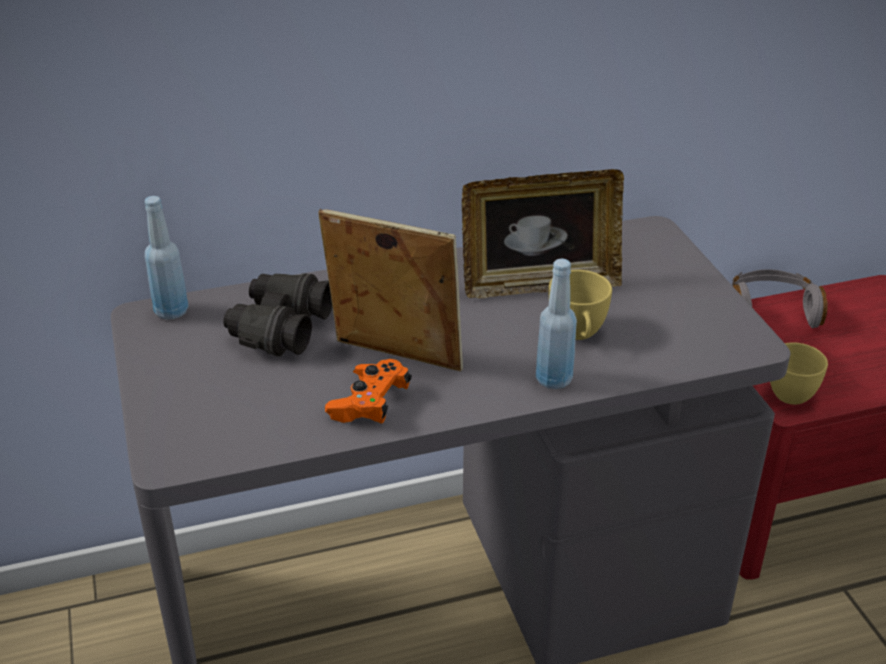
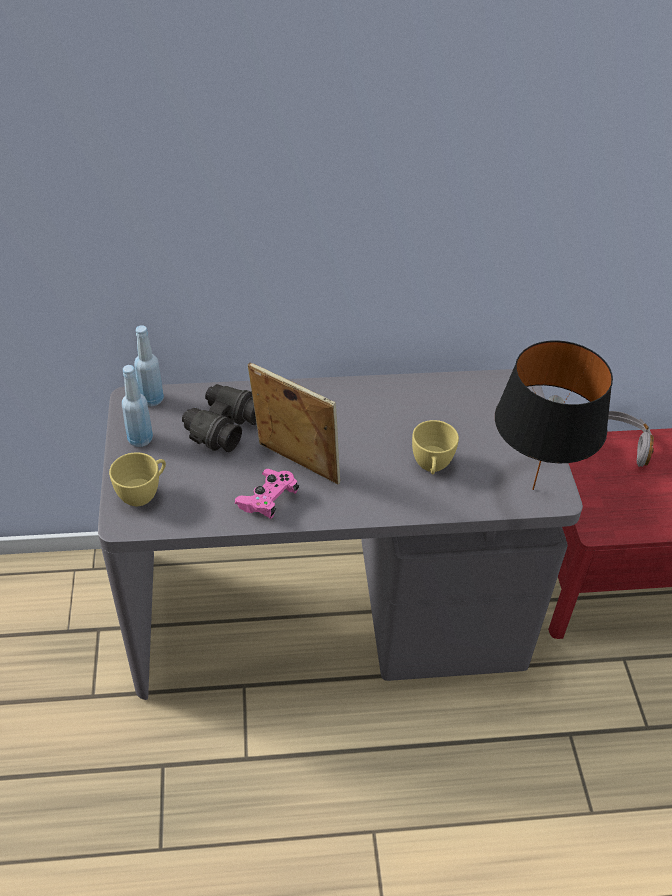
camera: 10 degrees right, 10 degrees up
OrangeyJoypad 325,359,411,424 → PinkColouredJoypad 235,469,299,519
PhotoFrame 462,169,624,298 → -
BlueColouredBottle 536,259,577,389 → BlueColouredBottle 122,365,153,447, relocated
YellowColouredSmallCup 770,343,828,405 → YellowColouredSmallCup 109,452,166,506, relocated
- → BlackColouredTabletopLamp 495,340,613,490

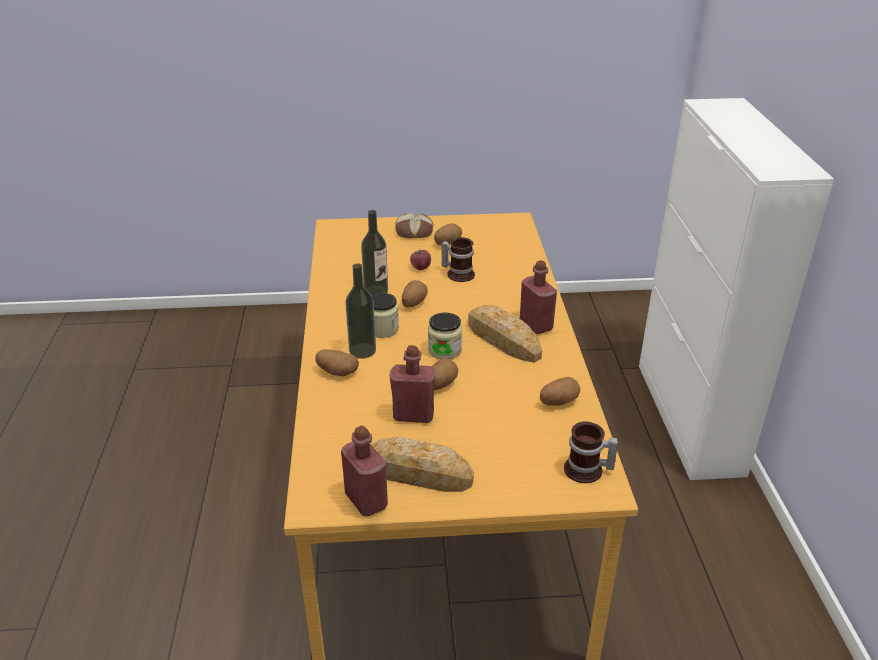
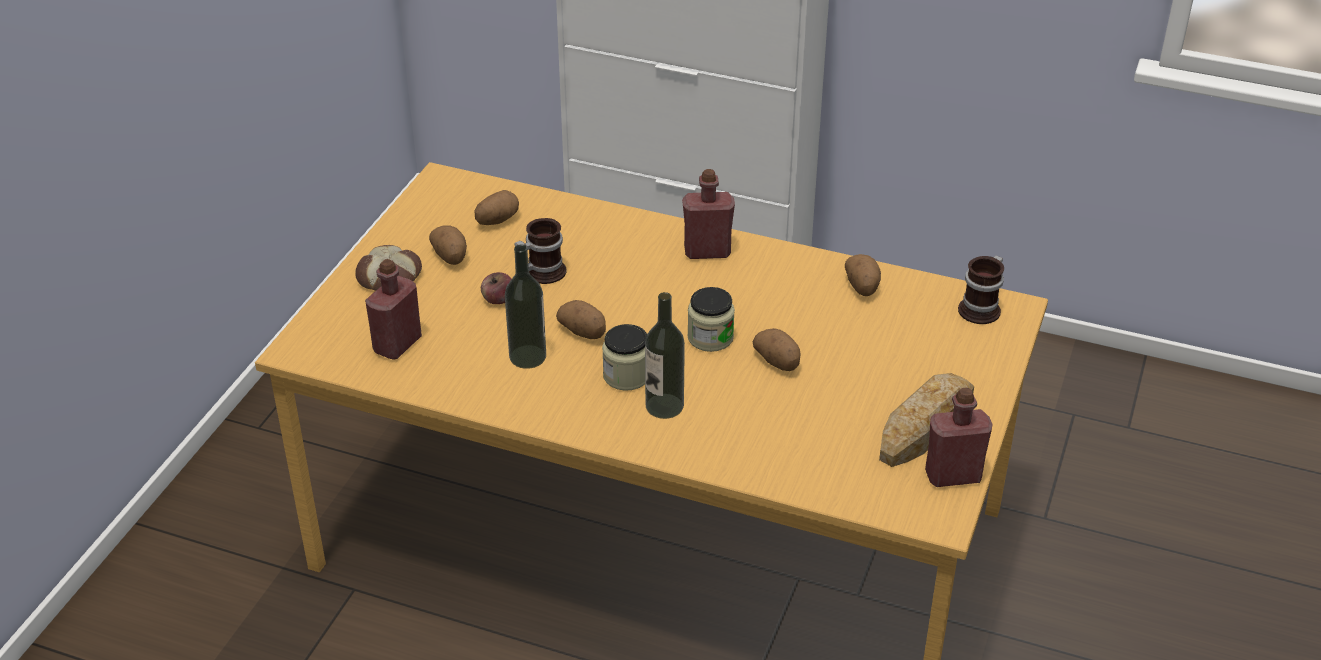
camera: 65 degrees left, 5 degrees up
Spud 316,349,359,376 → Spud 475,190,519,225, relocated
RedColouredBottle 389,345,436,423 → RedColouredBottle 365,259,422,359, relocated
BakedBread 468,305,542,363 → -

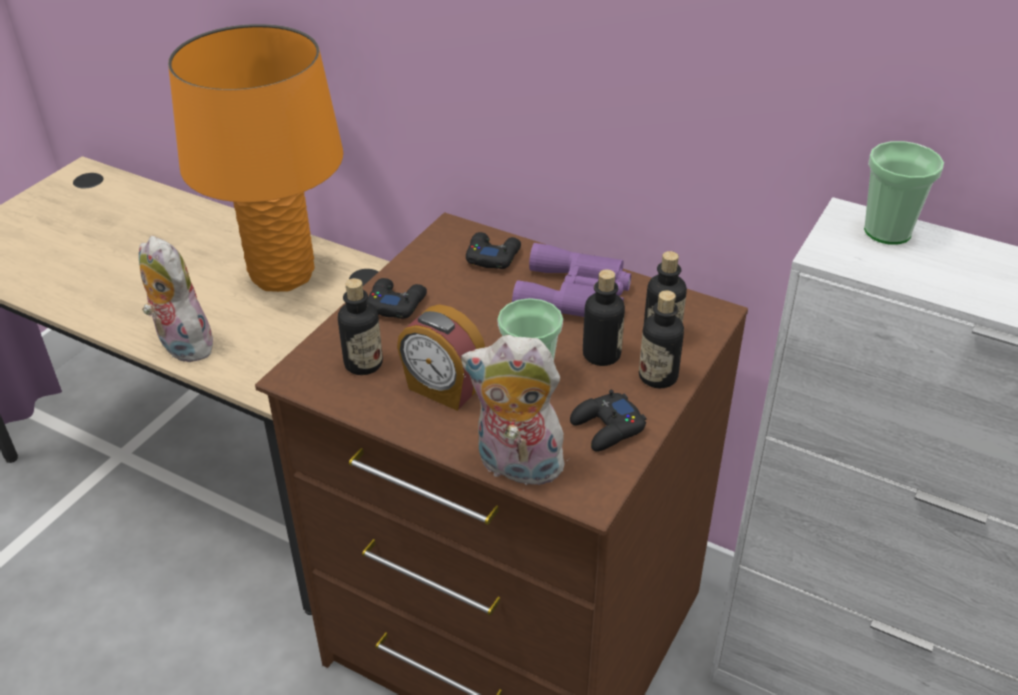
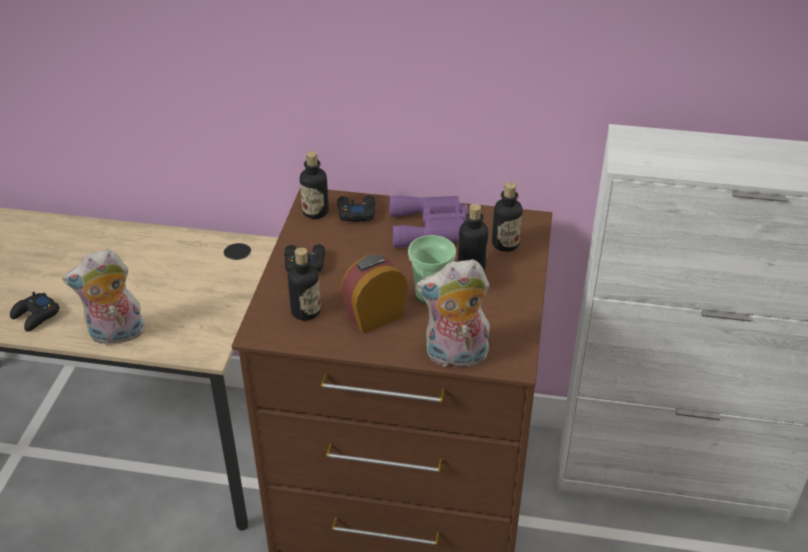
camera: 20 degrees left, 0 degrees up
SoftToy 139,236,218,362 → SoftToy 63,249,145,345, 45 degrees counterclockwise
OrangeyTabletopLamp 168,24,343,292 → -
BedsideClock 397,304,485,411 → BedsideClock 341,254,408,334, 135 degrees clockwise
BlackColouredJoypad 570,390,646,452 → BlackColouredJoypad 10,292,60,332, relocated
Bottle 639,290,684,388 → Bottle 300,151,329,219, relocated
SmallCup 864,141,944,245 → -

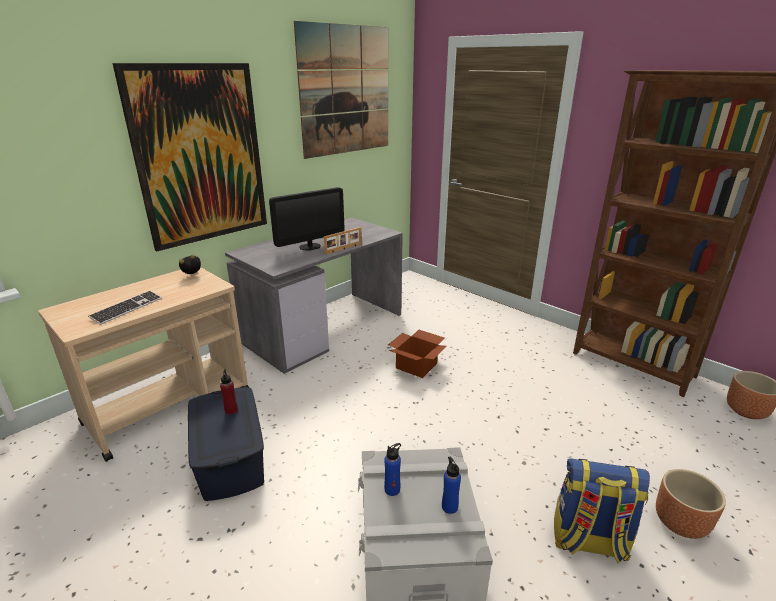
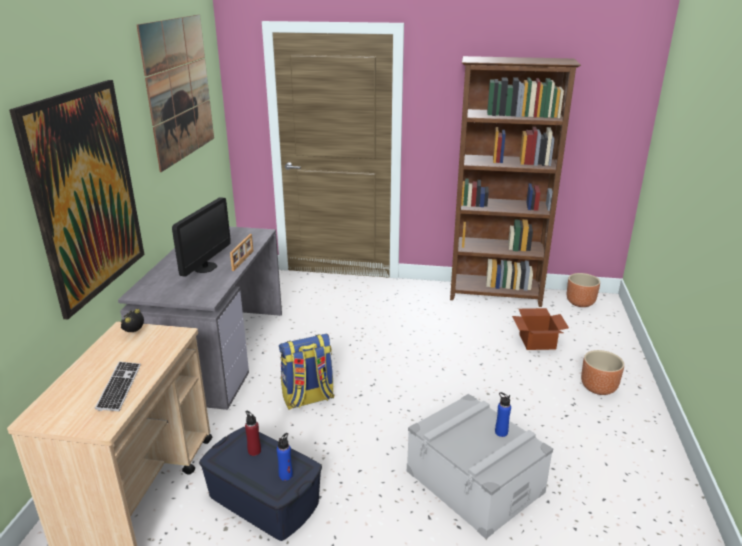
camera: 35 degrees left, 0 degrees up
BlueColouredBottle 384,443,401,496 → BlueColouredBottle 277,433,293,481, relocated
PackingBox 388,330,447,378 → PackingBox 512,308,569,350, relocated
Backpack 554,458,650,563 → Backpack 279,334,334,410, relocated

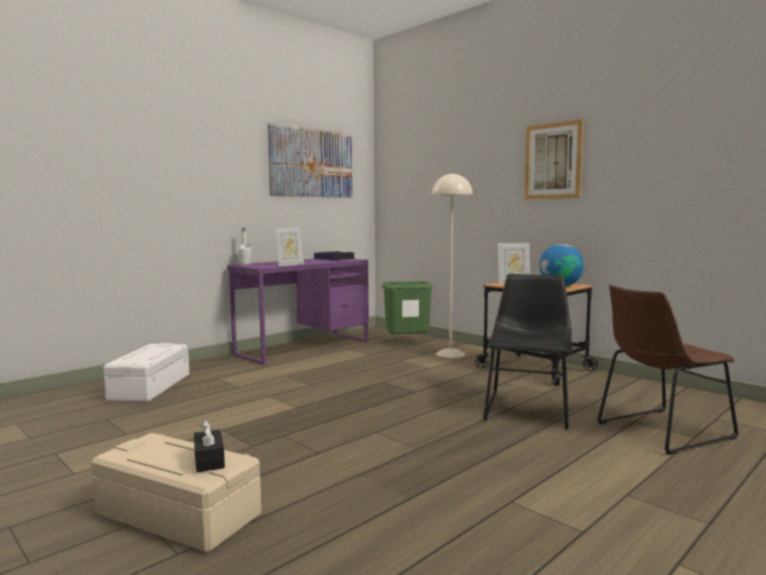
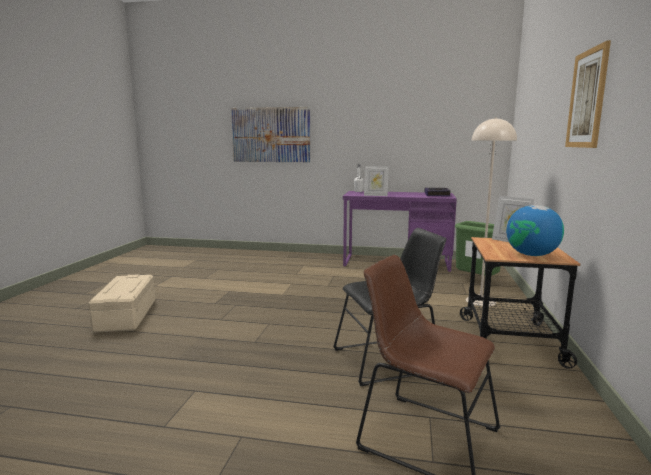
camera: 55 degrees right, 5 degrees up
WhitishStorageBox 103,343,189,402 → -
BlackColouredBoxOfTissues 194,420,225,472 → -
WallPicture 268,123,352,198 → WallPicture 231,107,310,162, relocated

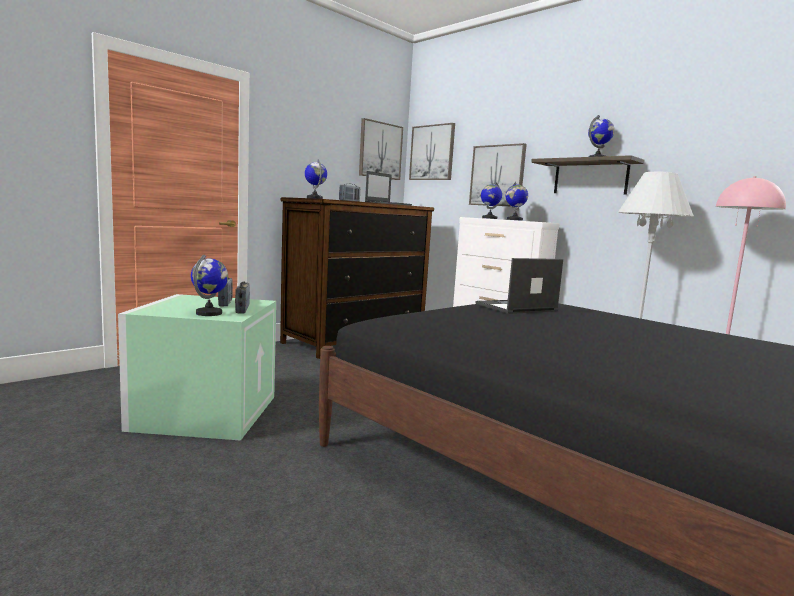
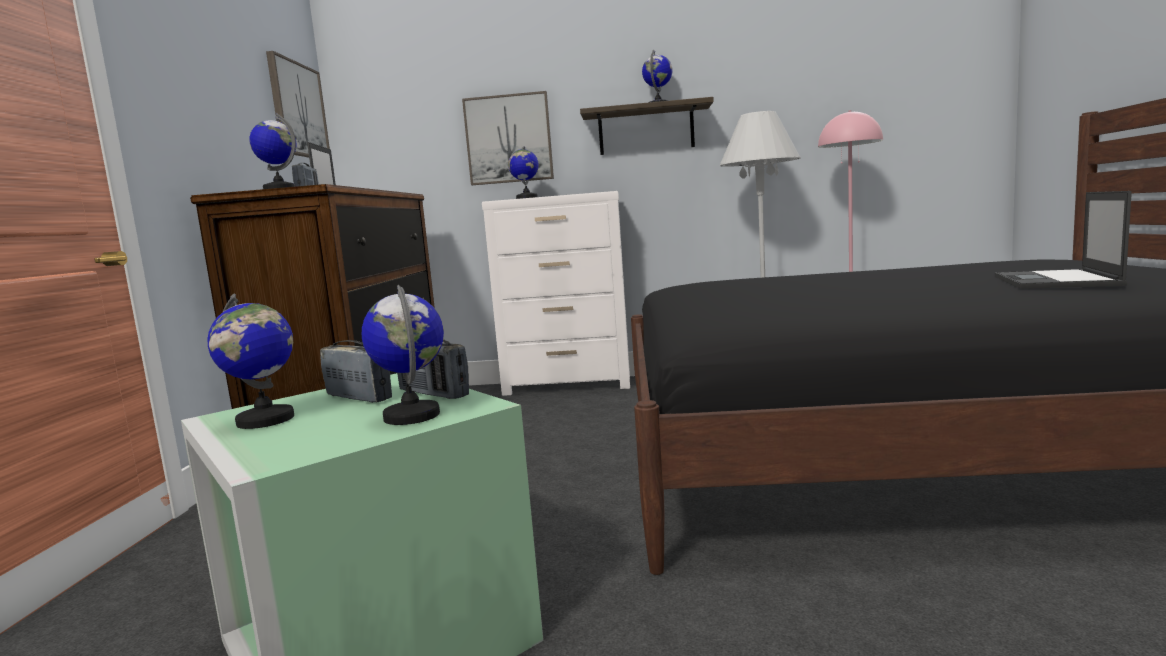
camera: 40 degrees left, 0 degrees up
WallPicture 409,123,455,180 → -
Laptop 475,258,563,314 → Laptop 995,191,1132,289, relocated
Globe 506,182,528,221 → Globe 207,293,294,429, relocated

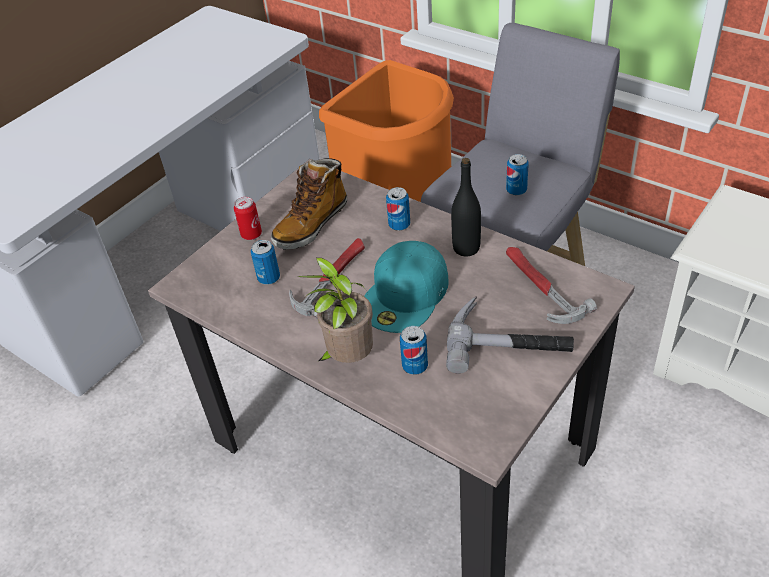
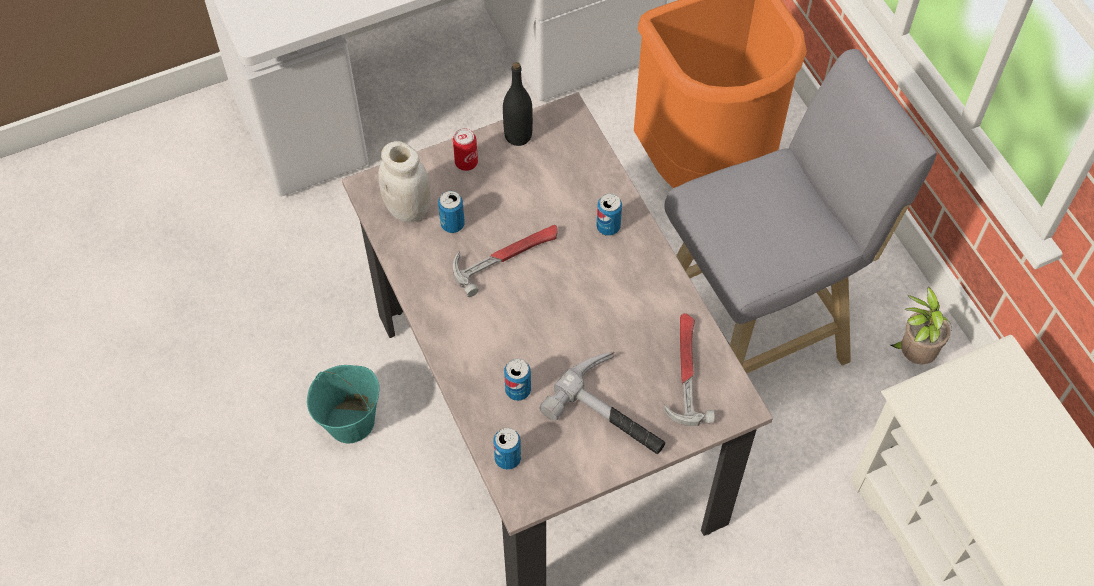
camera: 25 degrees right, 15 degrees up
HighTopBoot 271,158,347,250 → -
Houseplant 297,257,373,363 → Houseplant 891,287,952,364, relocated
TurquoiseColouredCap 364,241,448,333 → -
BlackColouredBottle 451,158,481,257 → BlackColouredBottle 503,62,533,146, relocated
SealedCan 506,154,529,196 → SealedCan 493,428,521,470, relocated
- → TurquoiseColouredBucket 307,365,379,443
- → WhitishPreserveJar 378,141,431,222

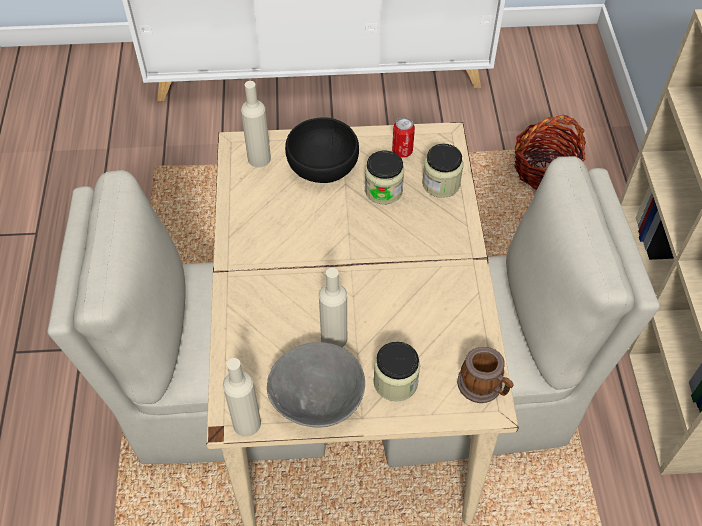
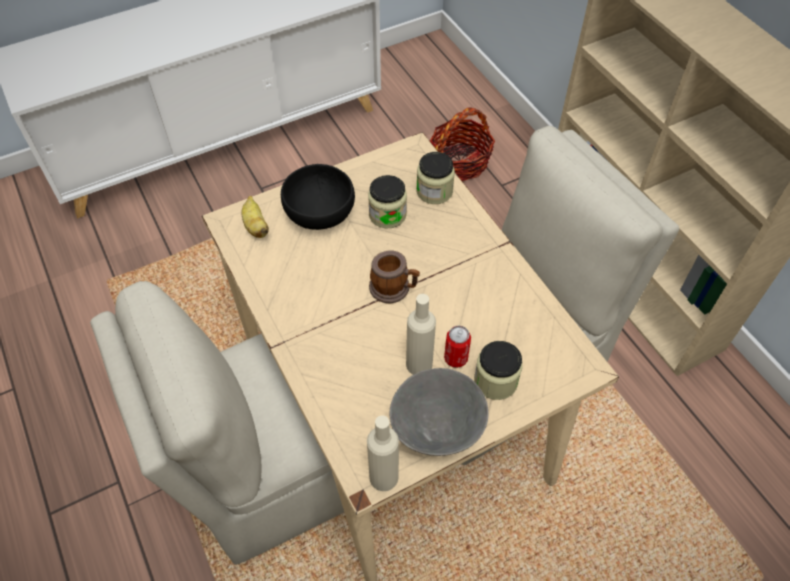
camera: 25 degrees left, 0 degrees up
SandColouredBottle 241,81,271,167 → Banana 241,196,269,238
SealedCan 392,117,415,158 → SealedCan 444,325,471,368, relocated
Mug 457,347,514,403 → Mug 369,250,420,303, relocated

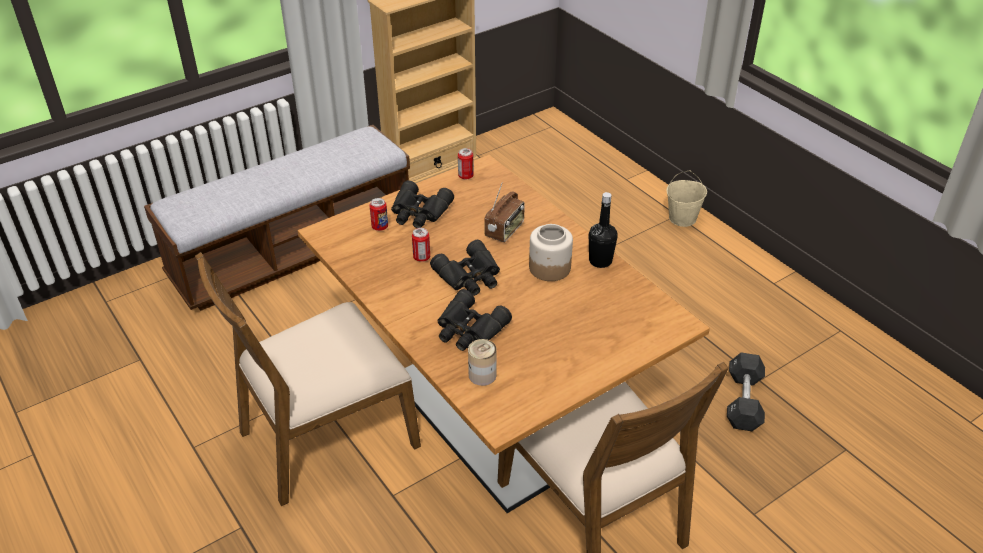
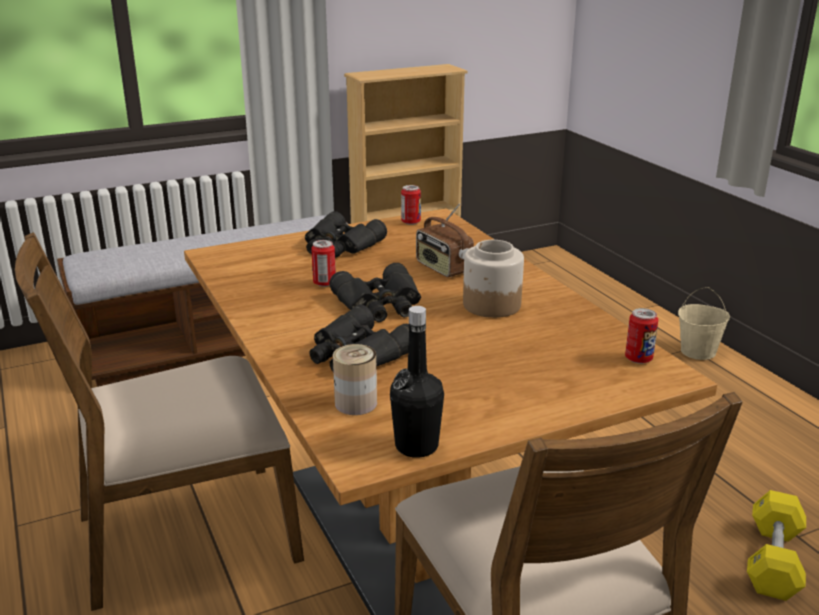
camera: 10 degrees right, 15 degrees down
SealedCan 369,198,388,231 → SealedCan 625,308,658,364, relocated
Radio 484,182,525,242 → Radio 416,203,474,277, 105 degrees clockwise
BlackColouredBottle 589,192,618,268 → BlackColouredBottle 390,306,444,458, relocated
BlackColouredDumbbell 727,352,765,431 → YellowColouredDumbbell 747,490,806,601

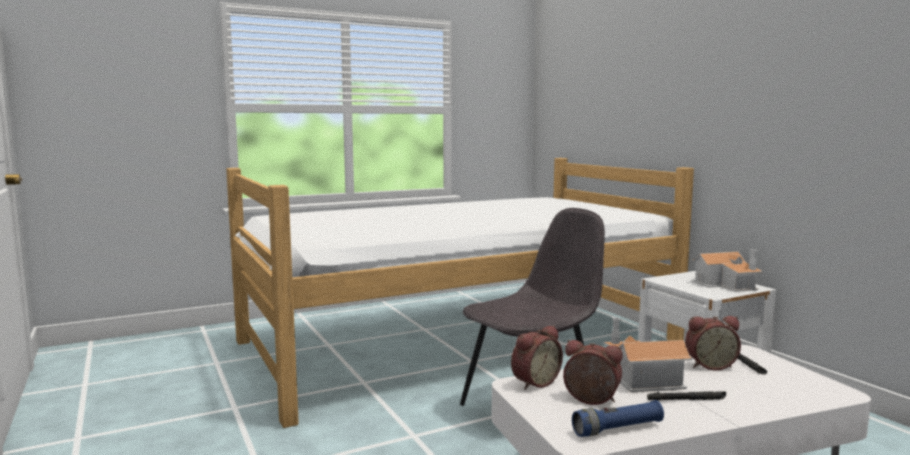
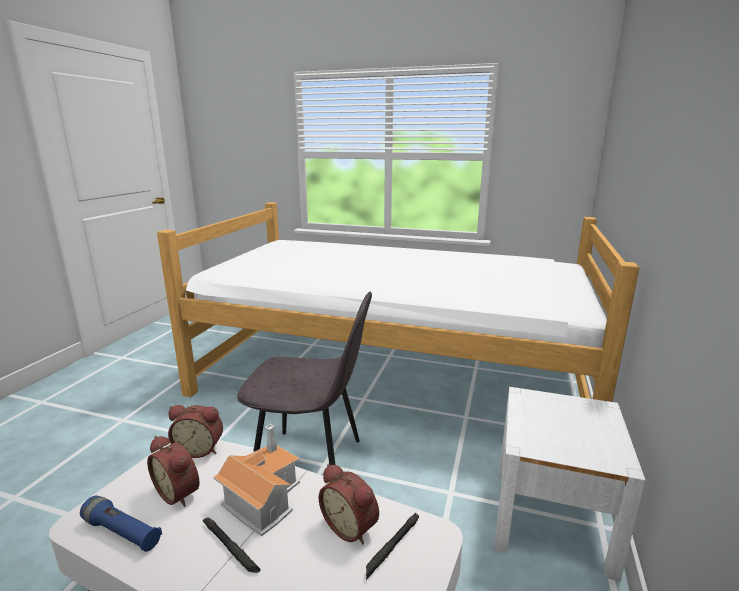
camera: 45 degrees right, 10 degrees up
BedsideClock 563,340,623,405 → BedsideClock 147,436,199,507, 150 degrees clockwise
ToyHouse 691,249,763,292 → -

